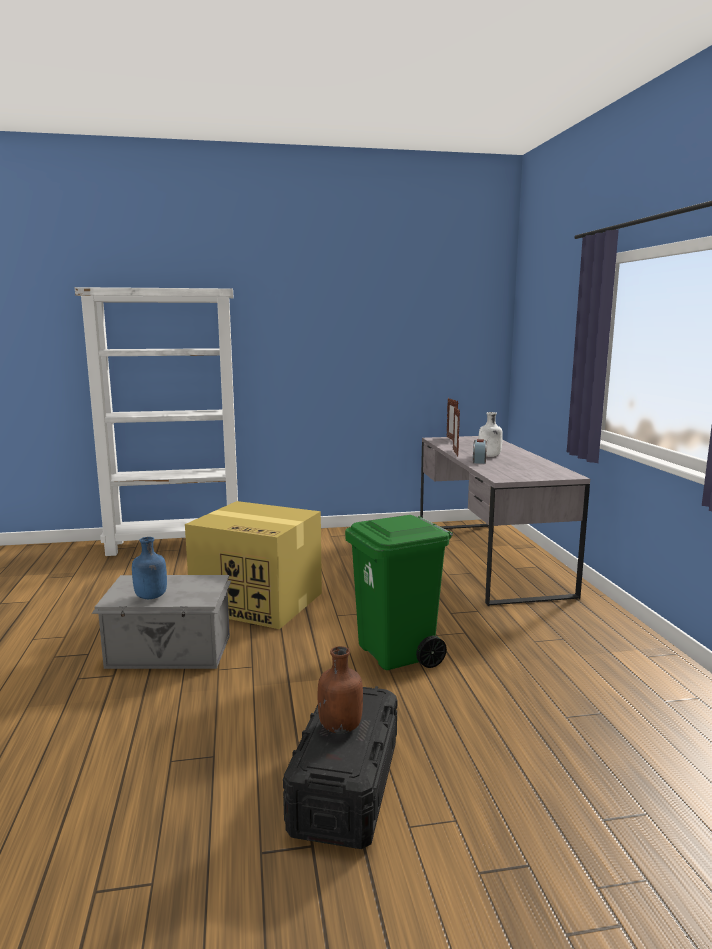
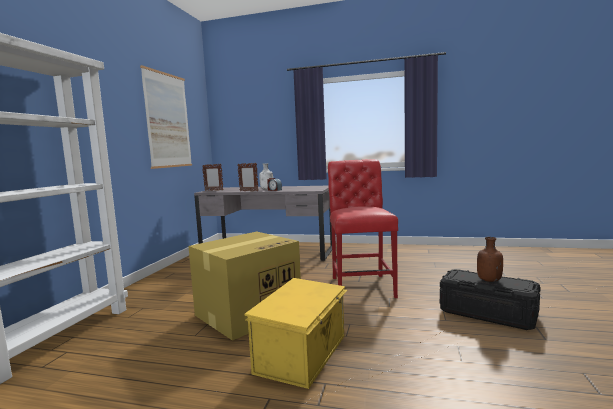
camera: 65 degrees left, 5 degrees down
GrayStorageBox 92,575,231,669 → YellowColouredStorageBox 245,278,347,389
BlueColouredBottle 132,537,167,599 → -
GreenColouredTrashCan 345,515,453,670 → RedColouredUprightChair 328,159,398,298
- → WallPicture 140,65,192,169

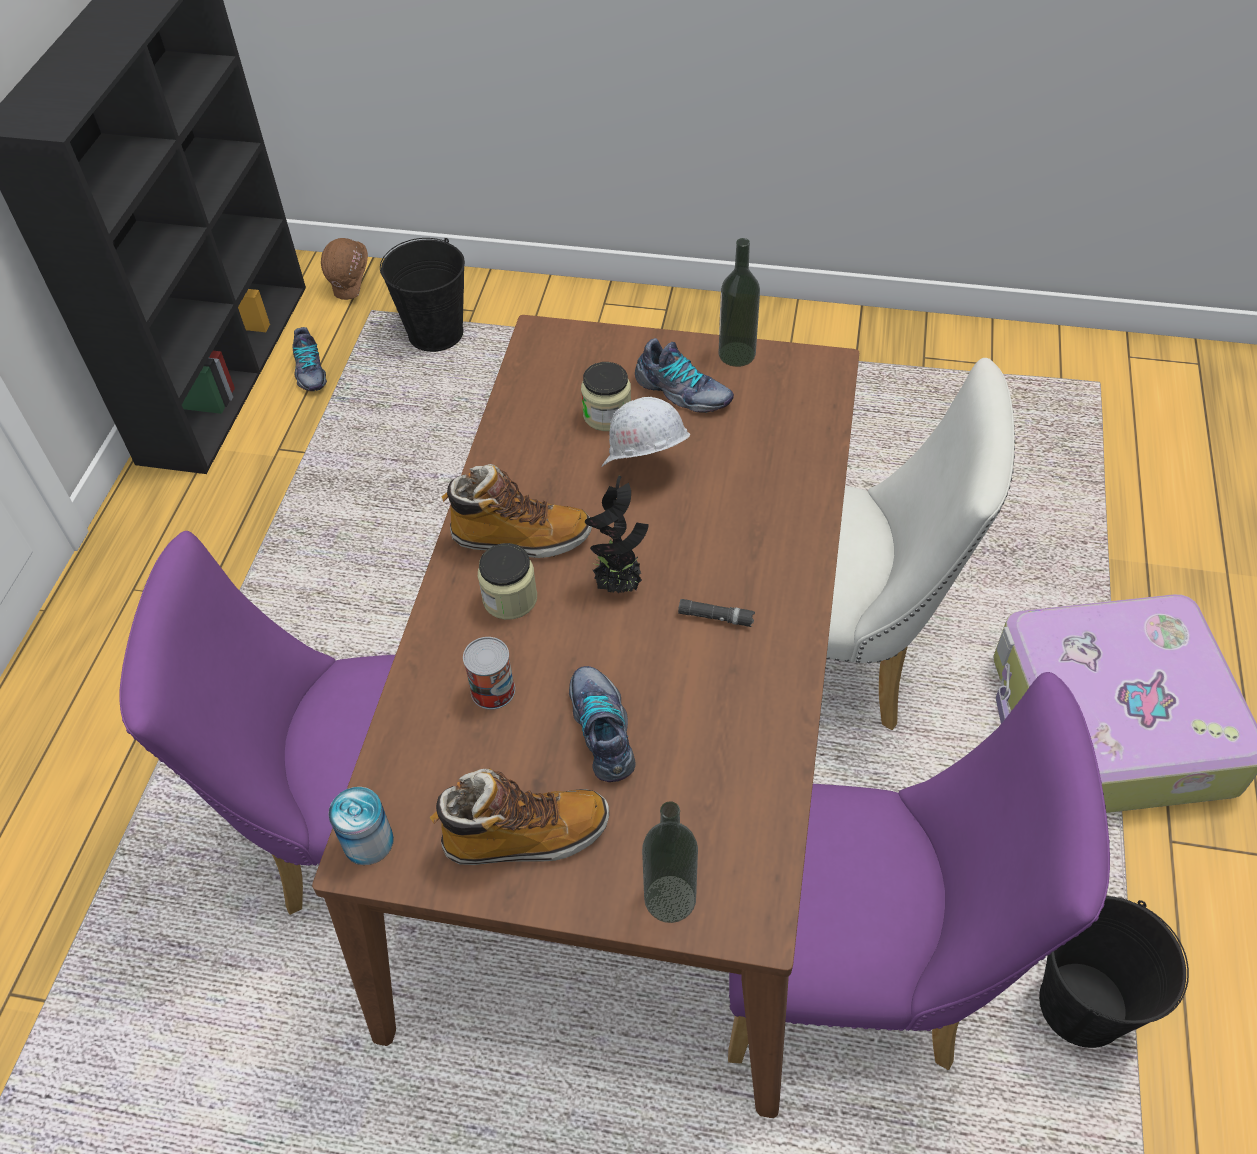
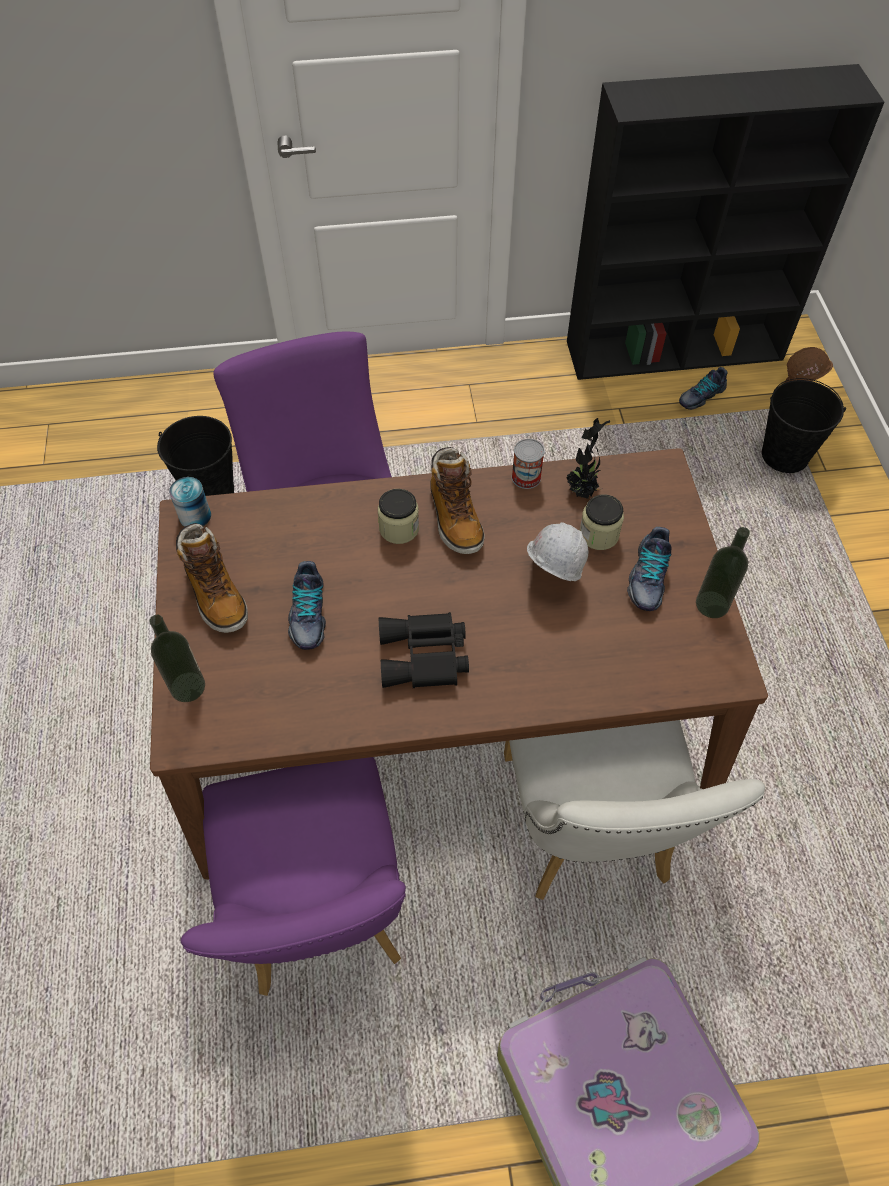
camera: 70 degrees right, 5 degrees up
SealedCan 463,637,515,710 → SealedCan 512,439,545,489, relocated
ItemOfFootwear 569,666,635,782 → ItemOfFootwear 288,561,326,650, 120 degrees clockwise
Houseplant 585,476,649,594 → Houseplant 566,418,610,499, relocated
BlackColouredTorch 678,599,755,627 → BlackColouredBinoculars 379,612,469,688
BlackColouredBucket 1039,896,1189,1048 → BlackColouredBucket 157,416,234,496, relocated

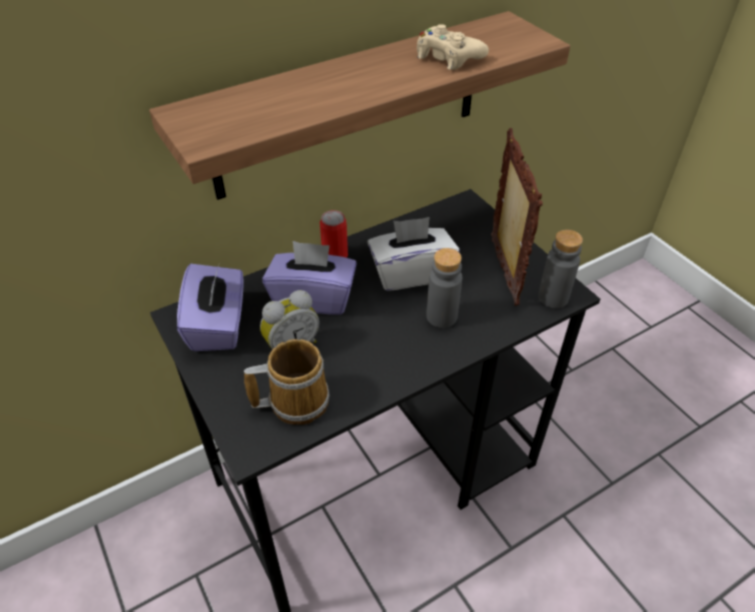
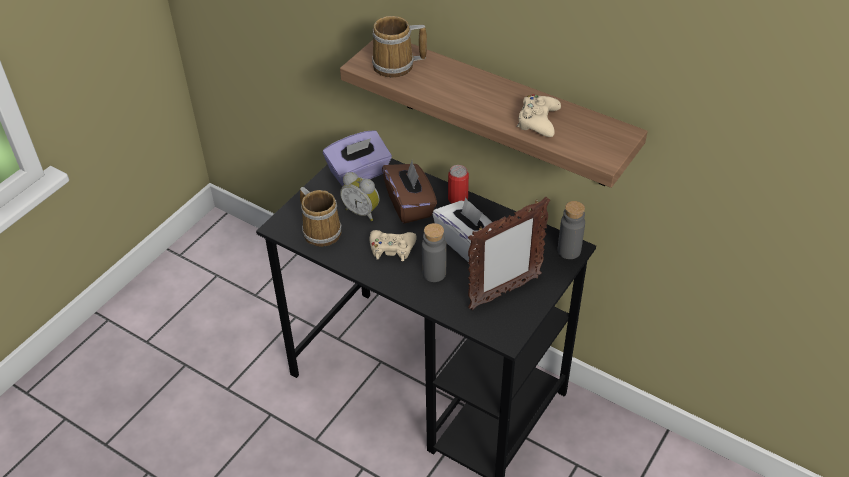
camera: 65 degrees right, 0 degrees up
PurpleColouredBoxOfTissues 262,241,357,315 → BrownColouredBoxOfTissues 382,161,437,224
GrayBottle 538,230,583,308 → GrayBottle 558,201,585,259, relocated
- → SandColouredJoypad 370,230,417,261
- → Mug 372,16,427,78

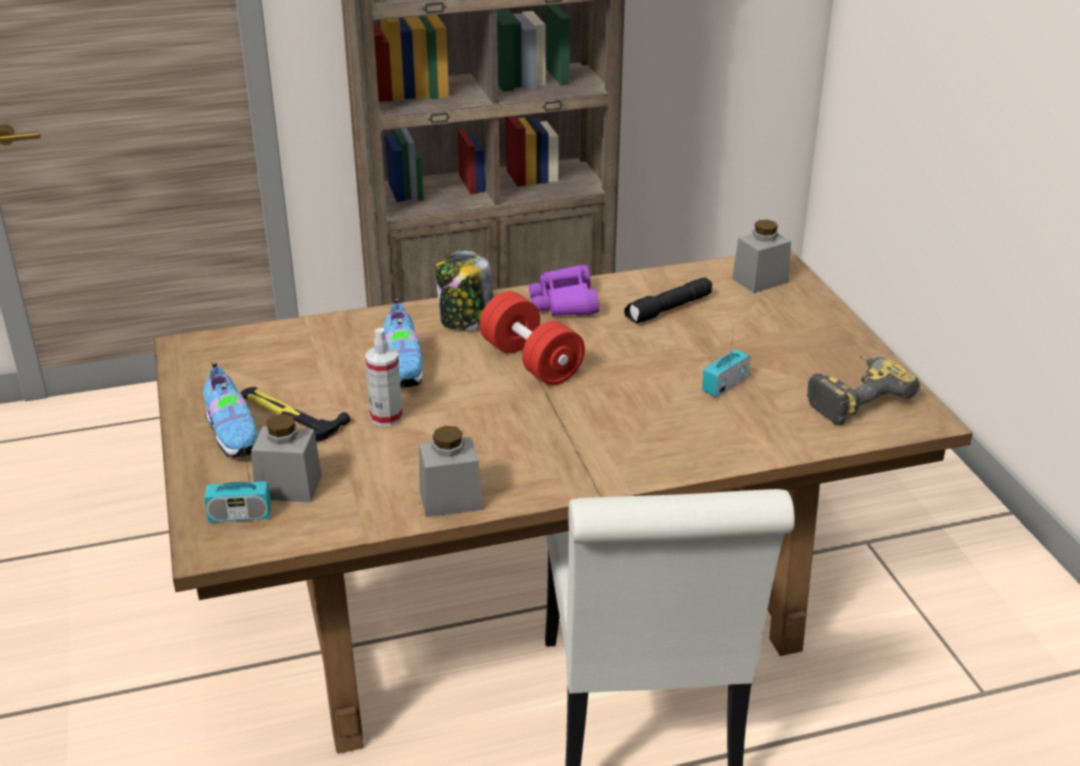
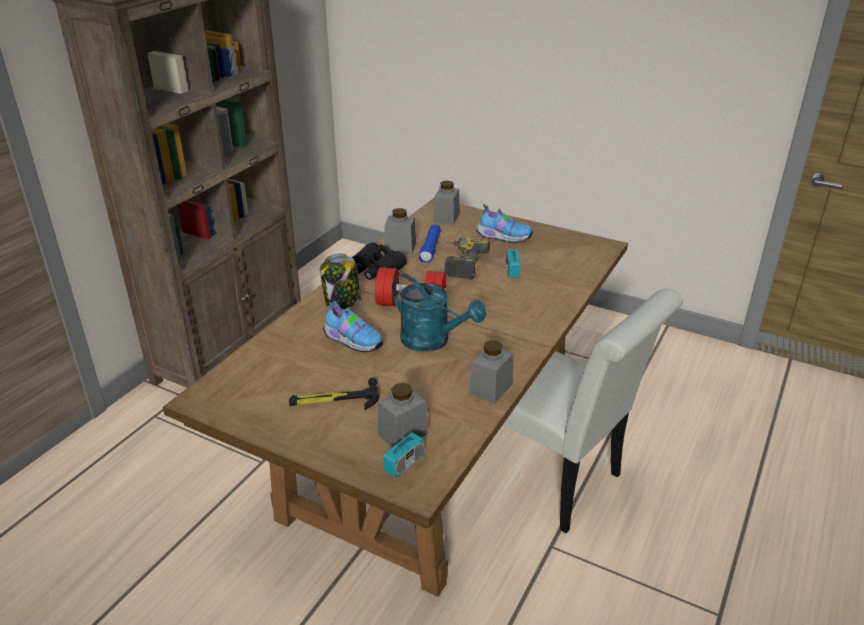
camera: 45 degrees left, 0 degrees up
ItemOfFootwear 203,362,258,458 → ItemOfFootwear 476,204,533,243, relocated
HandSprayer 365,328,403,426 → -
PurpleColouredBinoculars 529,265,599,316 → BlackColouredBinoculars 352,242,407,280
BlackColouredTorch 624,277,712,324 → BlueColouredTorch 419,225,441,262
PowerDrill 807,355,920,425 → PowerDrill 445,237,490,279, relocated
- → GrayPreserveJar 384,208,416,254
- → TurquoiseColouredWateringPot 392,274,486,352

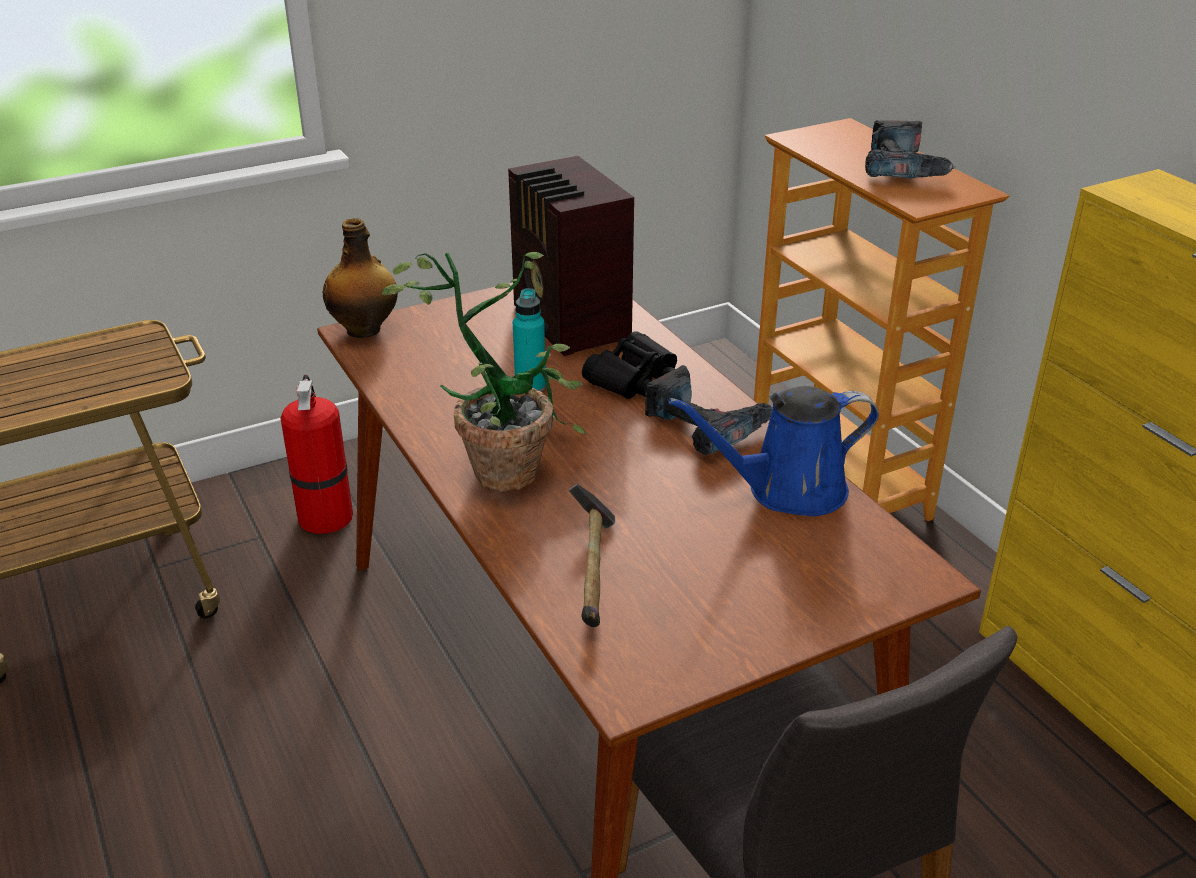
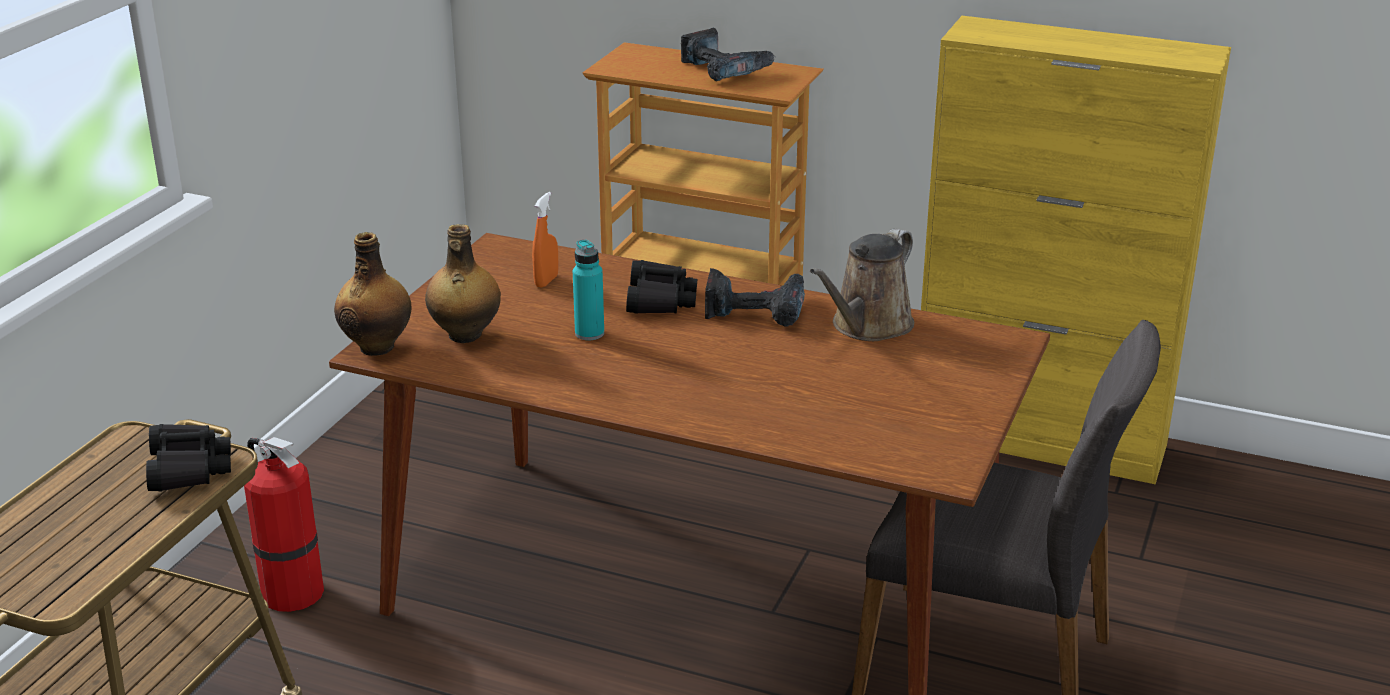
camera: 40 degrees left, 5 degrees down
Houseplant 382,252,586,492 → -
Radio 508,156,634,356 → OrangeyHandSprayer 532,192,558,288
Hammer 569,484,615,627 → -
BlueColouredWateringPot 668,386,879,516 → BrownColouredWateringPot 810,229,914,341
- → BlackColouredBinoculars 146,424,231,492
- → Bottle 425,224,501,343

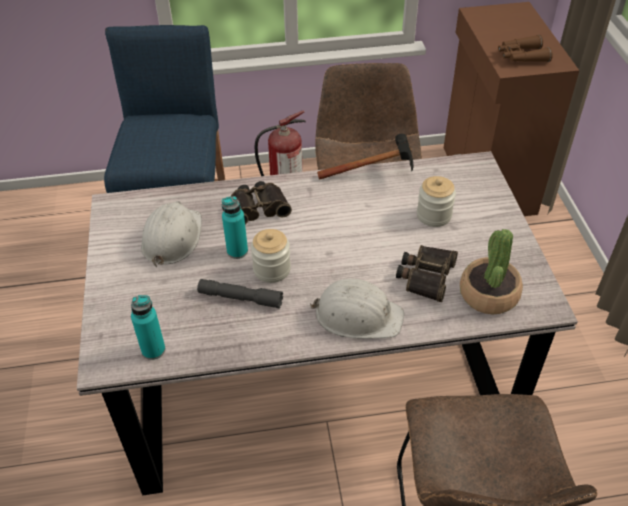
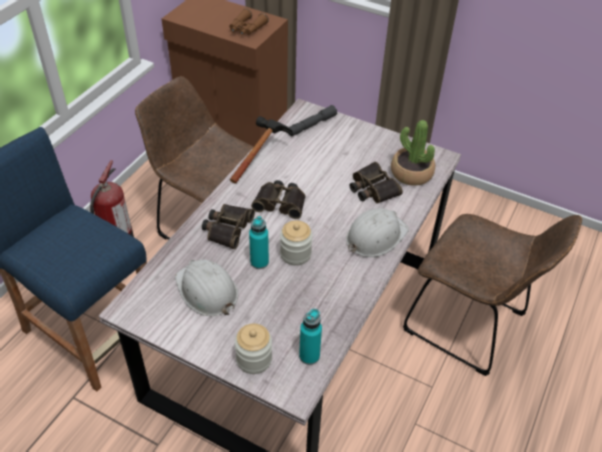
camera: 55 degrees left, 0 degrees up
GrayTorch 197,279,283,309 → GrayTorch 288,105,337,136, relocated
PreserveJar 417,176,456,227 → PreserveJar 235,324,272,374, relocated
- → Binoculars 251,180,305,219

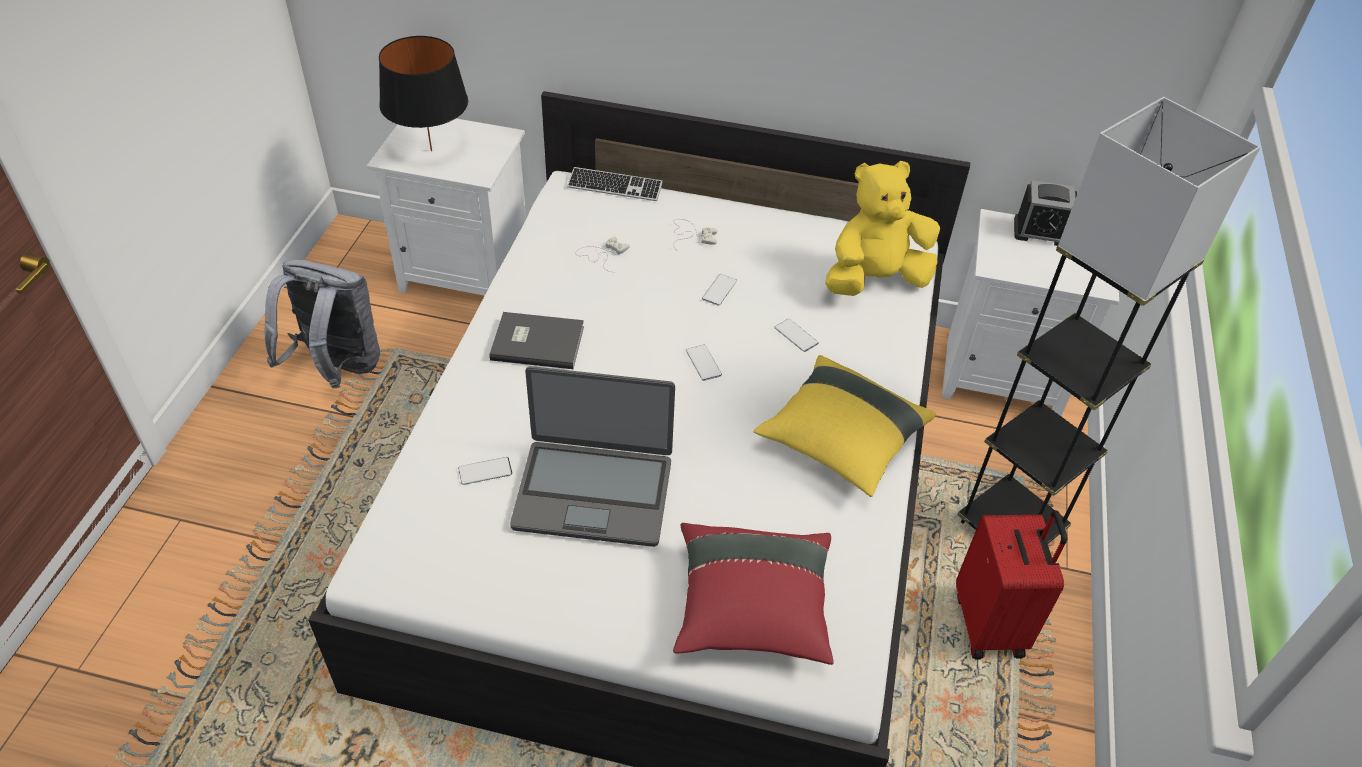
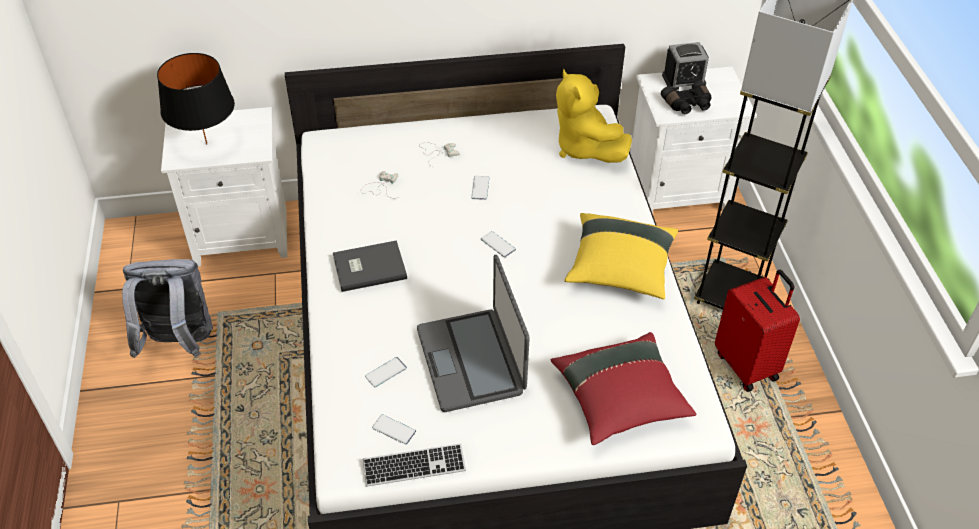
camera: 20 degrees left, 0 degrees up
Laptop 510,366,675,547 → Laptop 417,255,530,412, 90 degrees clockwise
PcKeyboard 567,167,663,201 → PcKeyboard 363,443,466,487, relocated
Handset 774,319,819,352 → Handset 372,414,416,445, relocated
YellowColouredSoftToy 825,161,940,296 → YellowColouredSoftToy 556,69,632,163, 75 degrees counterclockwise
- → BlackColouredBinoculars 661,80,711,114

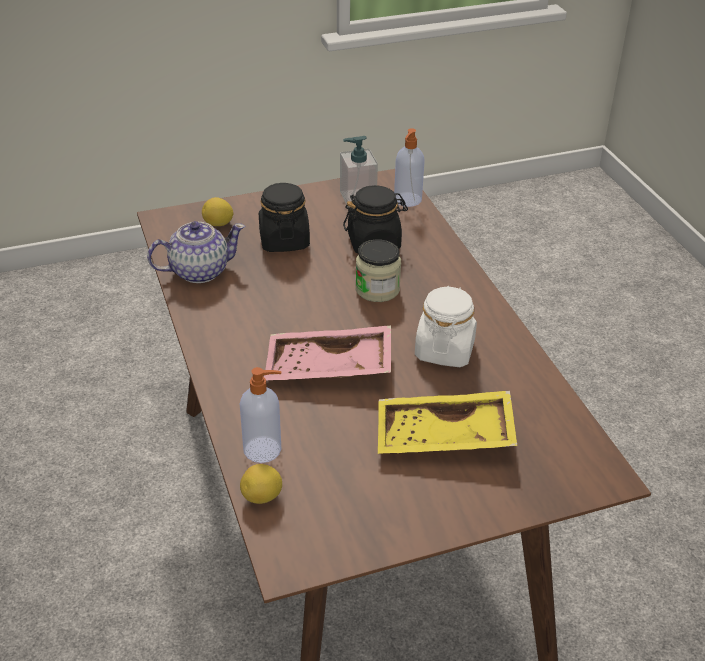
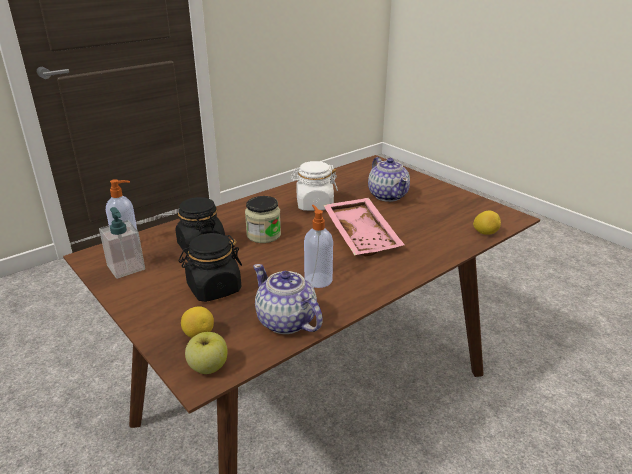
camera: 110 degrees left, 10 degrees down
SoapDispenser 240,367,282,463 → SoapDispenser 304,205,333,288, relocated
YellowColouredServingTray 378,391,517,454 → Teapot 368,157,410,202
- → Apple 185,332,228,374

